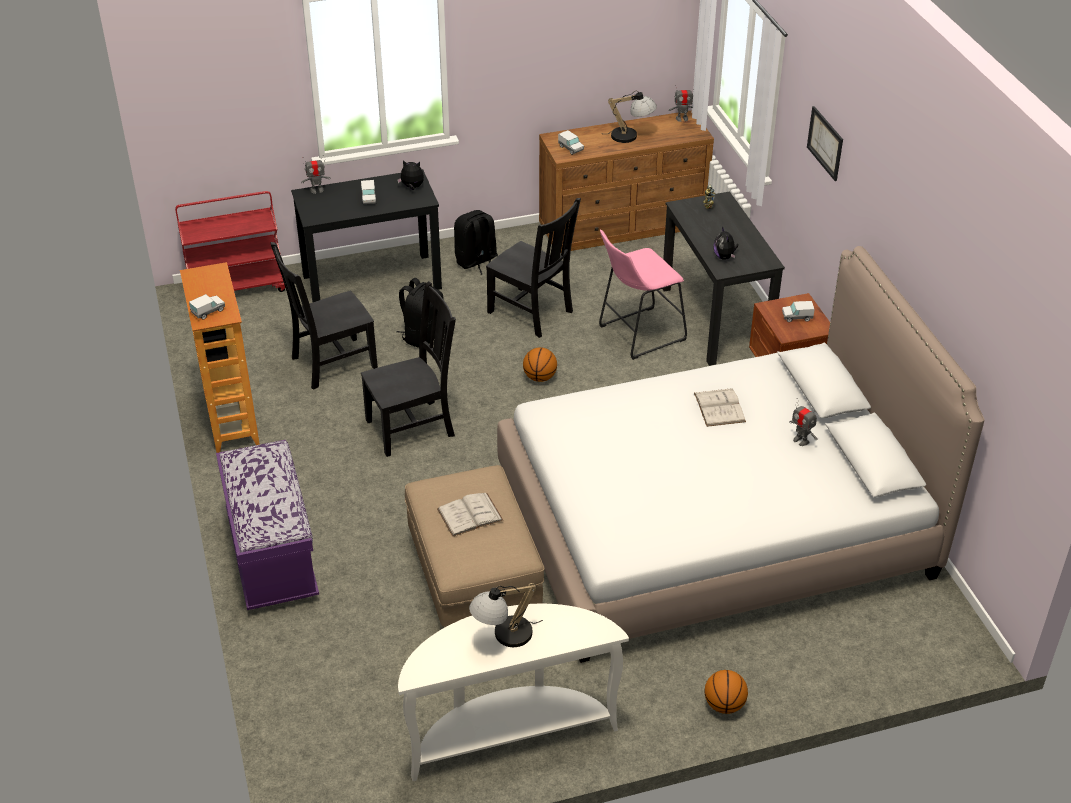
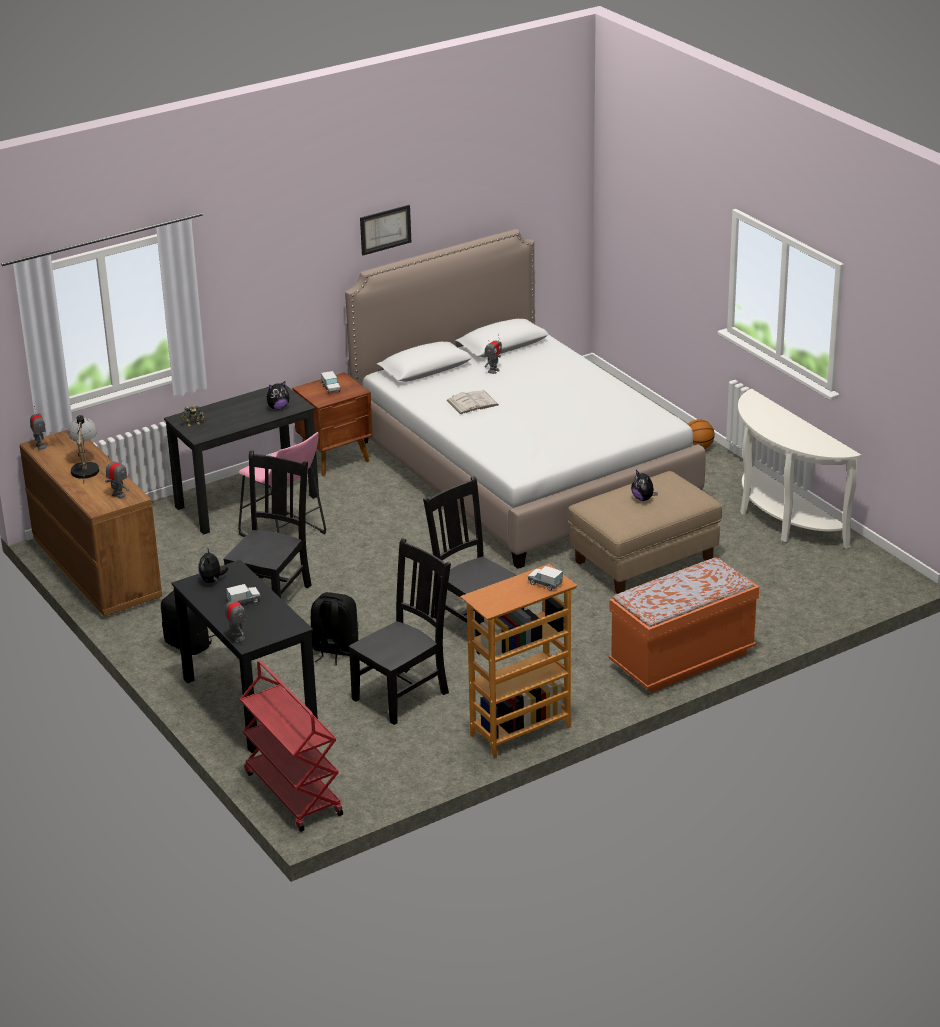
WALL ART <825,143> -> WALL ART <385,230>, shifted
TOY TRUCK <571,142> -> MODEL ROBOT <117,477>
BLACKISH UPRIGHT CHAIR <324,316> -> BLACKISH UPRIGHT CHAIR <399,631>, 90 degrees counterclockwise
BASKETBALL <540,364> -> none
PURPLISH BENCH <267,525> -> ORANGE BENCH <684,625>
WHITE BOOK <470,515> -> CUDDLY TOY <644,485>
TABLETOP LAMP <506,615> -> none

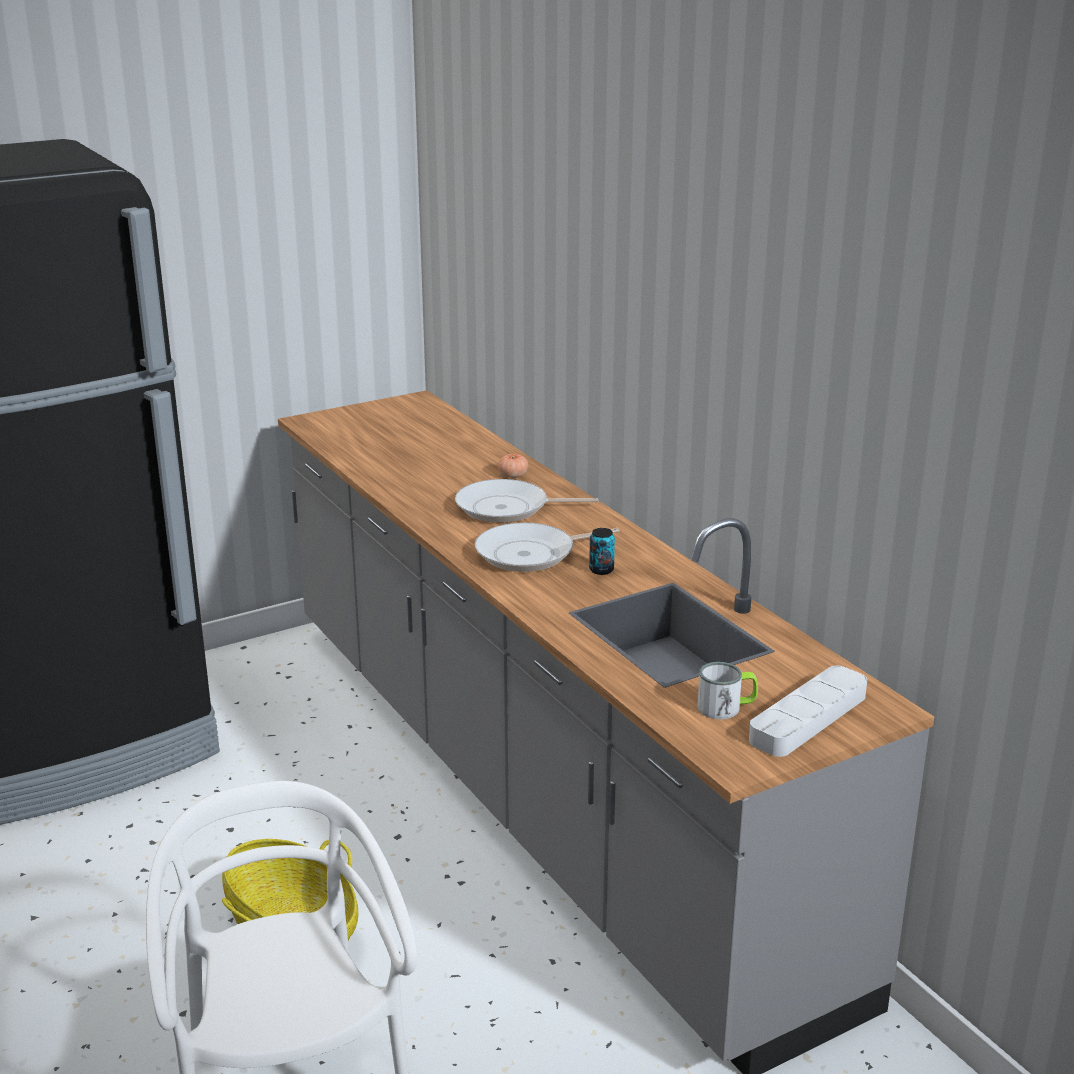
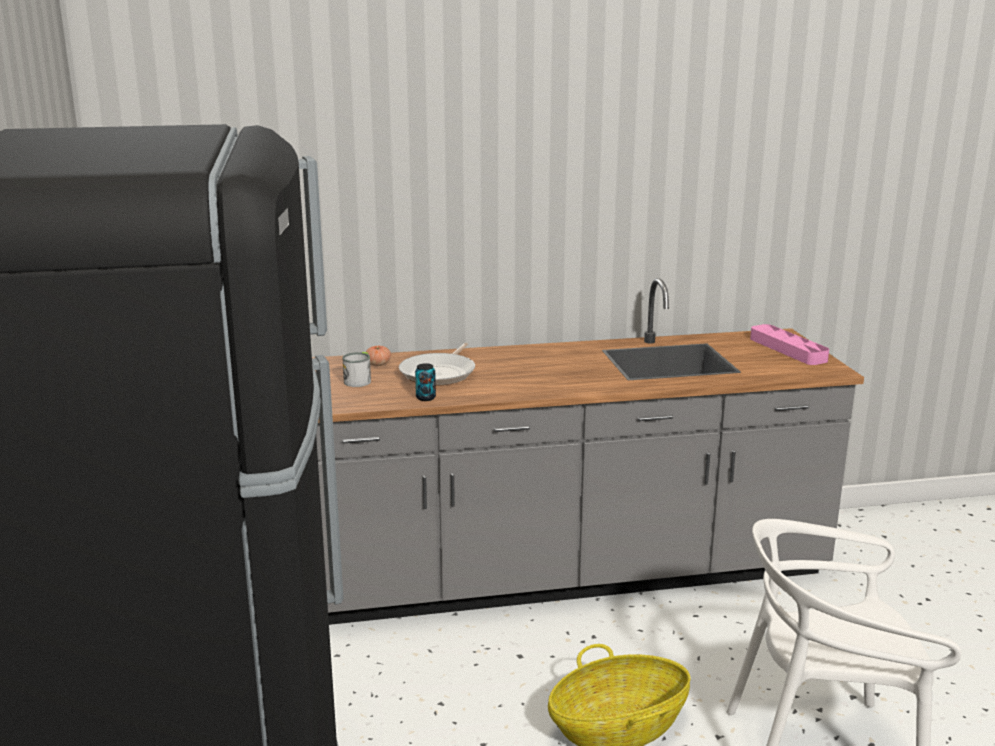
FRYING PAN <547,547> -> none
CAN <602,551> -> CAN <425,382>, shifted
COFFEE MUG <727,690> -> COFFEE MUG <356,369>, shifted
GREYISH CARRYING TRAY <808,711> -> PINK-COLOURED CARRYING TRAY <789,344>

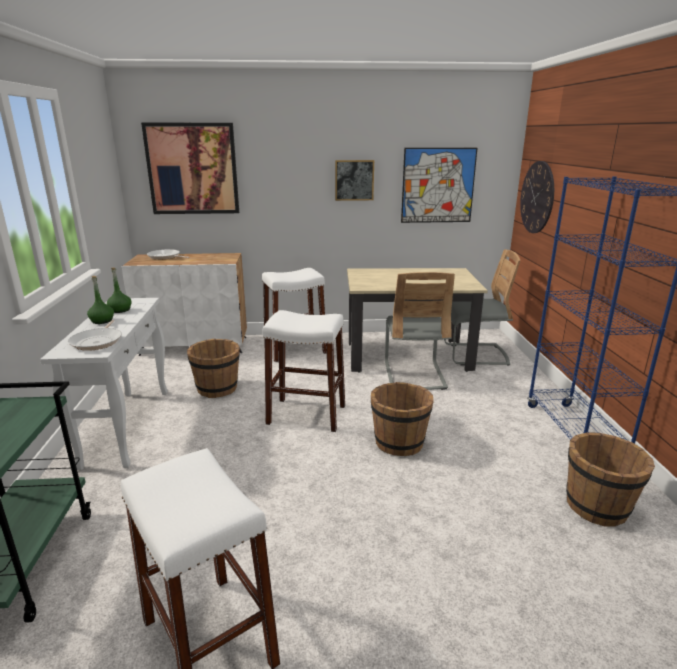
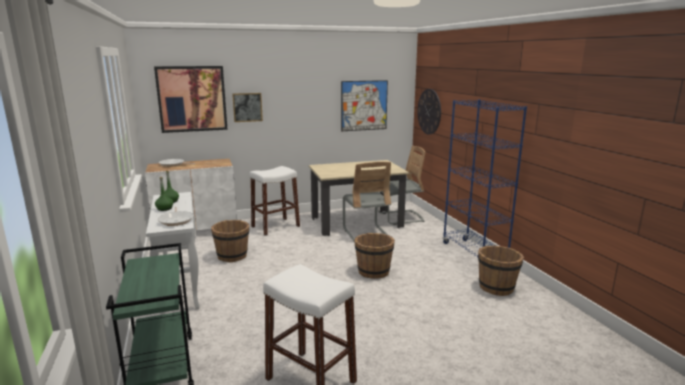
WALL ART <354,180> -> WALL ART <247,107>, shifted
WHITE STOOL SEAT <303,371> -> none

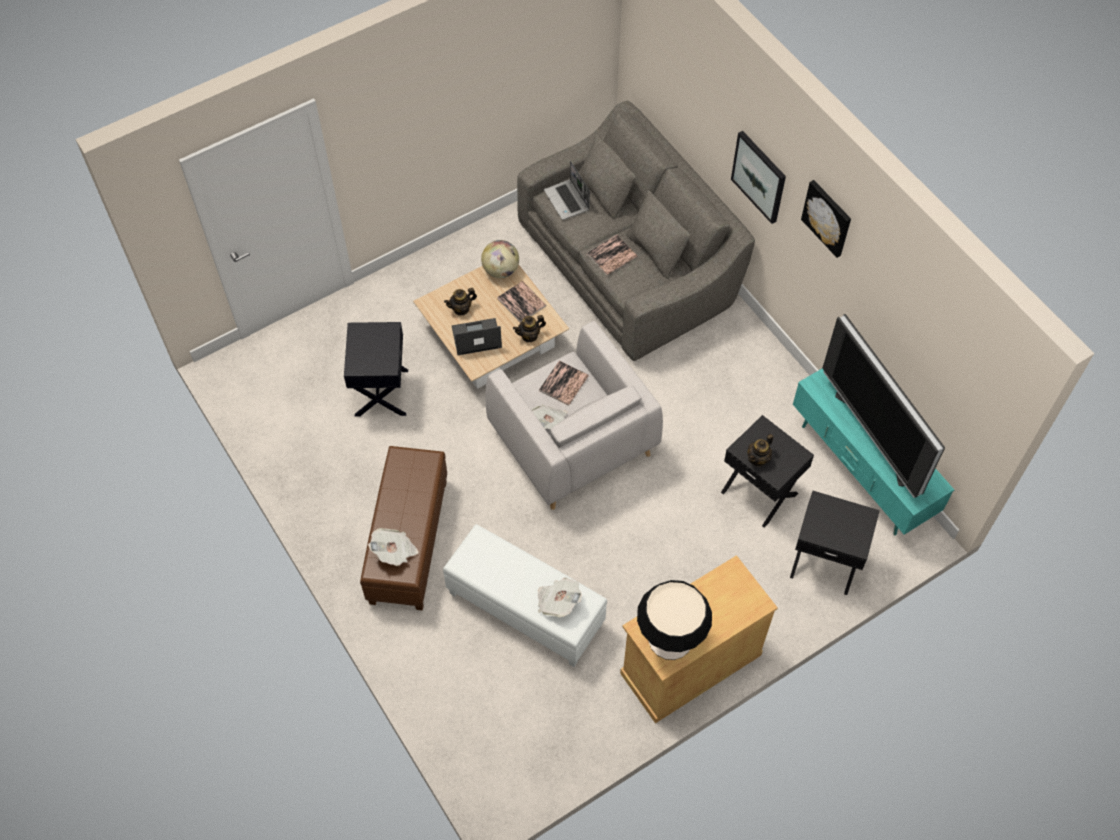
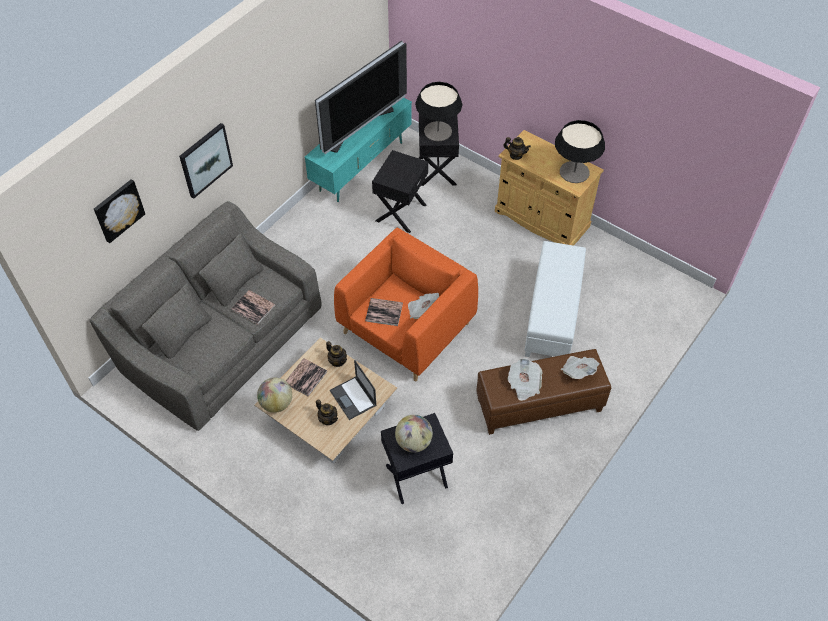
PORTABLE COMPUTER <567,190> -> none
WALL ART <826,219> -> WALL ART <119,211>, shifted
GREYISH LOUNGE CHAIR <574,415> -> ORANGE LOUNGE CHAIR <406,304>
TEAPOT <760,450> -> TEAPOT <517,148>, shifted
DAILY PAPER <560,597> -> DAILY PAPER <525,379>, shifted
none -> TABLETOP LAMP <438,111>
none -> GLOBE <414,434>

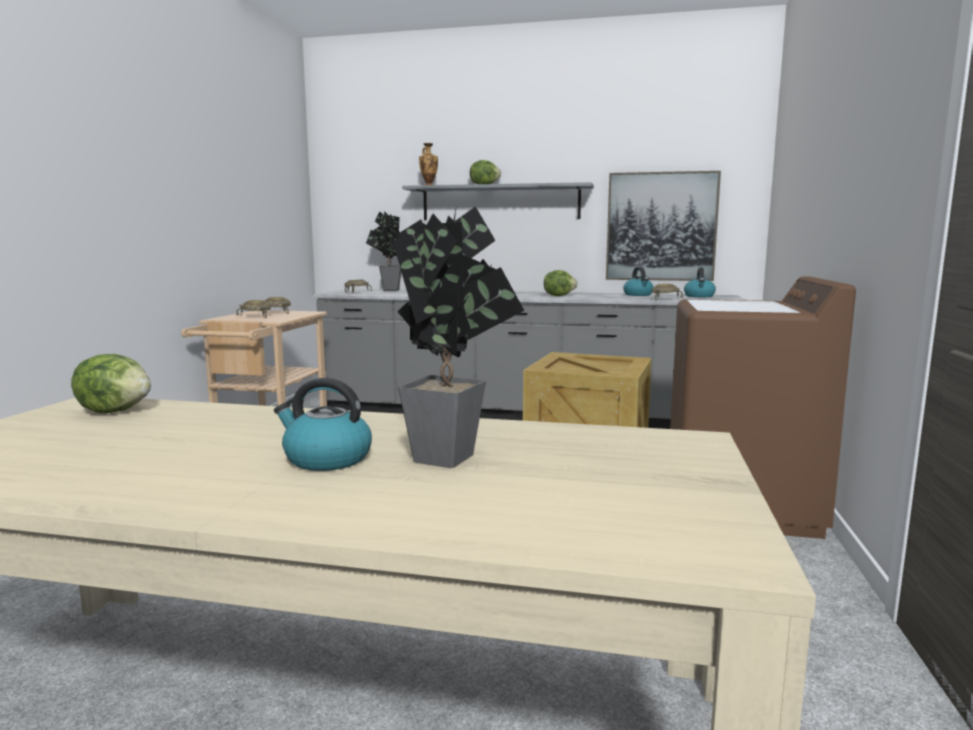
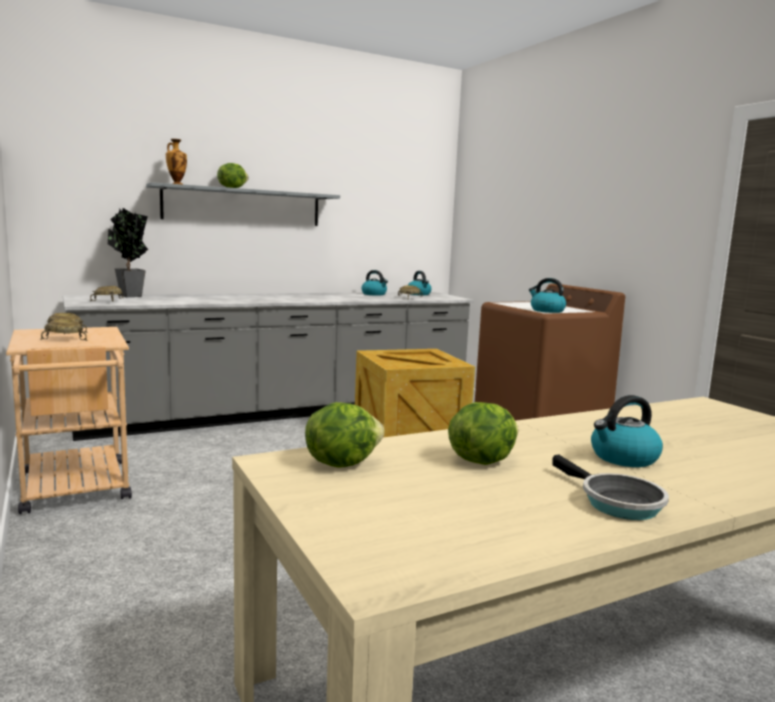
WALL ART <663,226> -> none
PLANT IN A POT <459,336> -> none
HEAD OF LETTUCE <561,283> -> HEAD OF LETTUCE <483,433>, shifted
none -> TEA KETTLE <547,295>
none -> FRYING PAN <611,487>

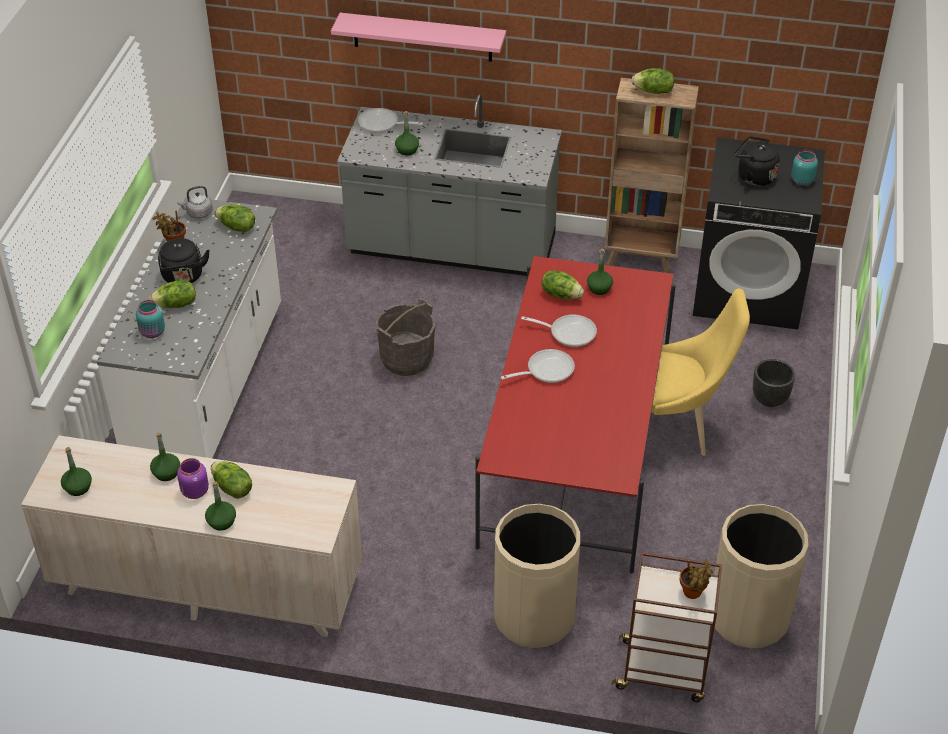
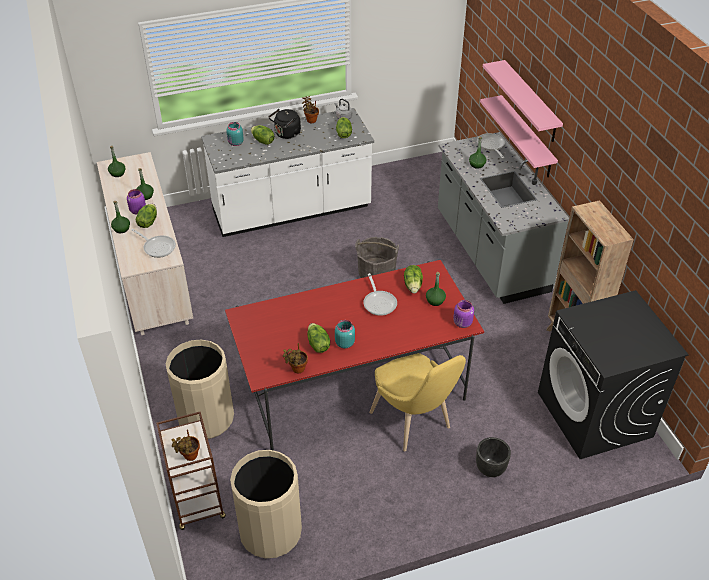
HEAD OF LETTUCE <652,81> -> HEAD OF LETTUCE <318,338>, shifted
BLACKISH TEA KETTLE <757,161> -> none
TURQUOISE STORAGE JAR <804,167> -> TURQUOISE STORAGE JAR <345,334>, shifted
FRYING PAN <538,366> -> FRYING PAN <154,243>, shifted
none -> PINK-COLOURED WALL SHELF <519,136>
none -> PURPLISH STORAGE JAR <463,314>
none -> PLANT IN A POT <295,358>

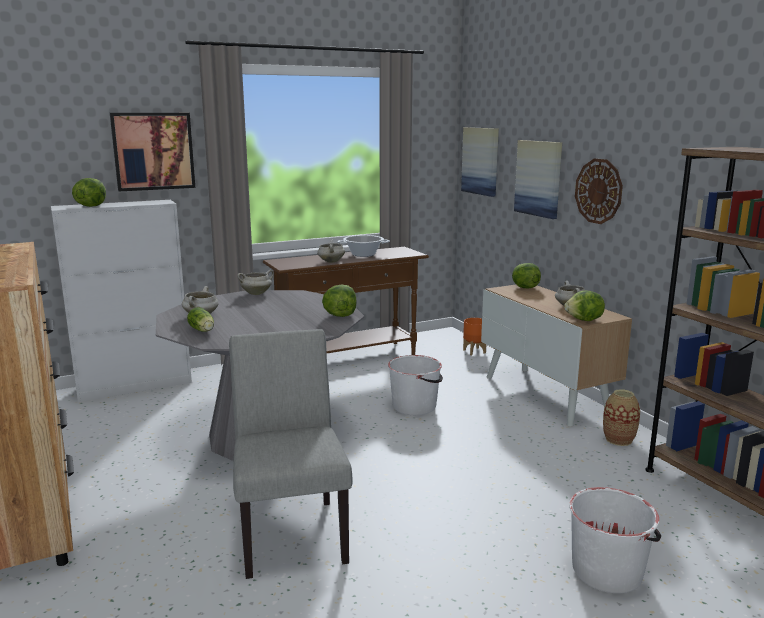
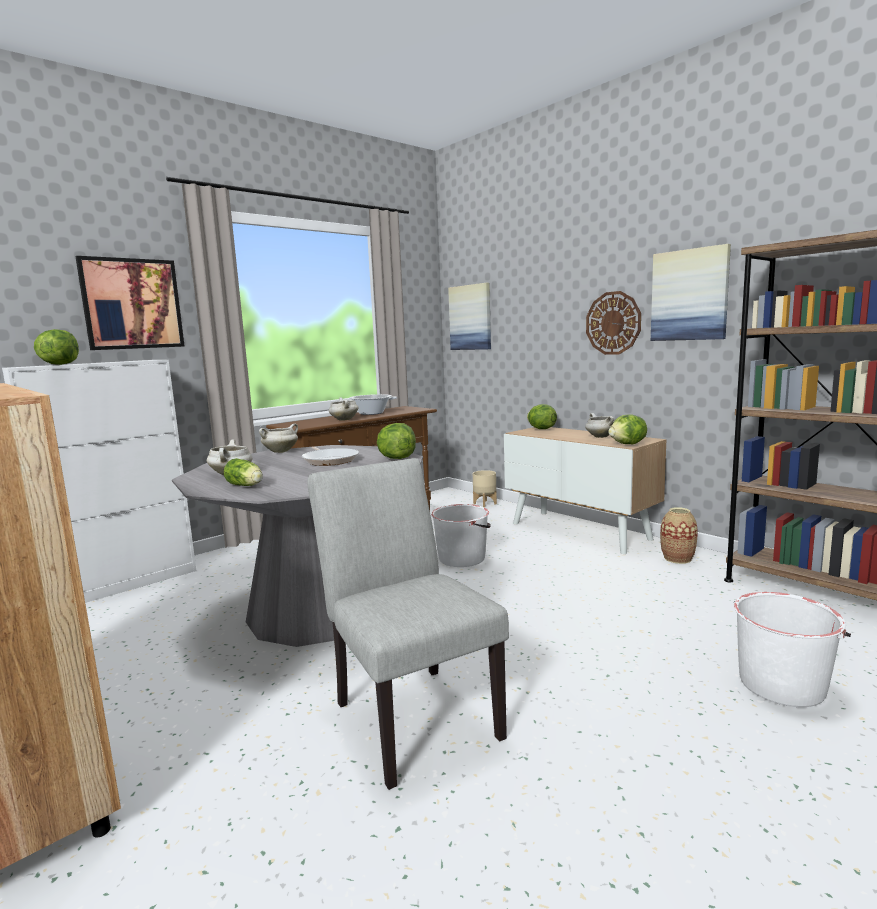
WALL ART <538,179> -> WALL ART <691,292>, shifted
ORANGE PLANT POT <474,336> -> BEIGE PLANT POT <485,489>
none -> FRYING PAN <330,456>

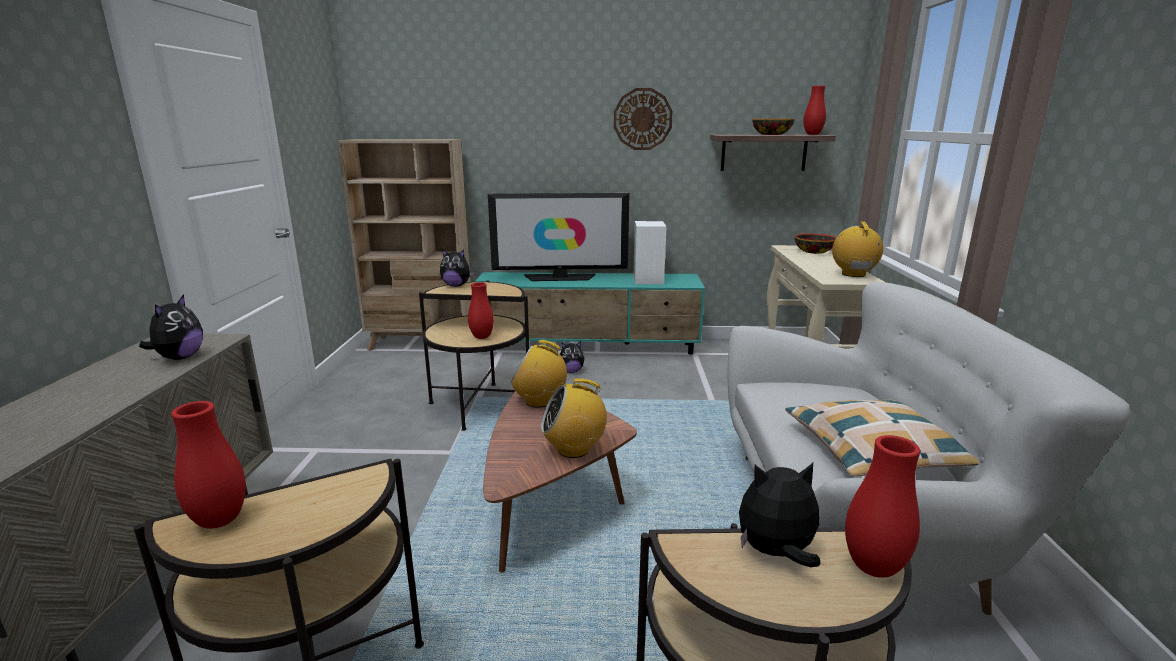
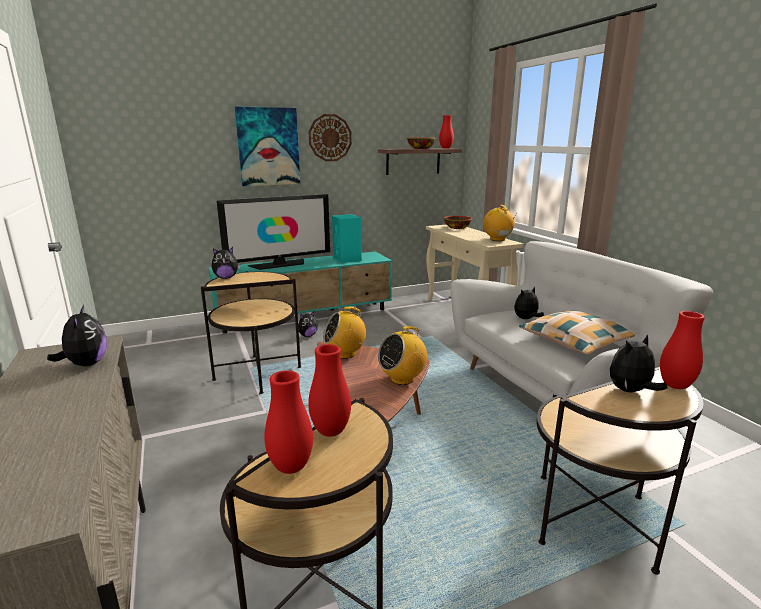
BEIGE BOOKCASE <404,245> -> none
WHITE SPEAKER <650,252> -> TURQUOISE SPEAKER <347,238>
RED VASE <481,310> -> RED VASE <329,390>, shifted
none -> WALL ART <268,146>
none -> CUDDLY TOY <529,302>

